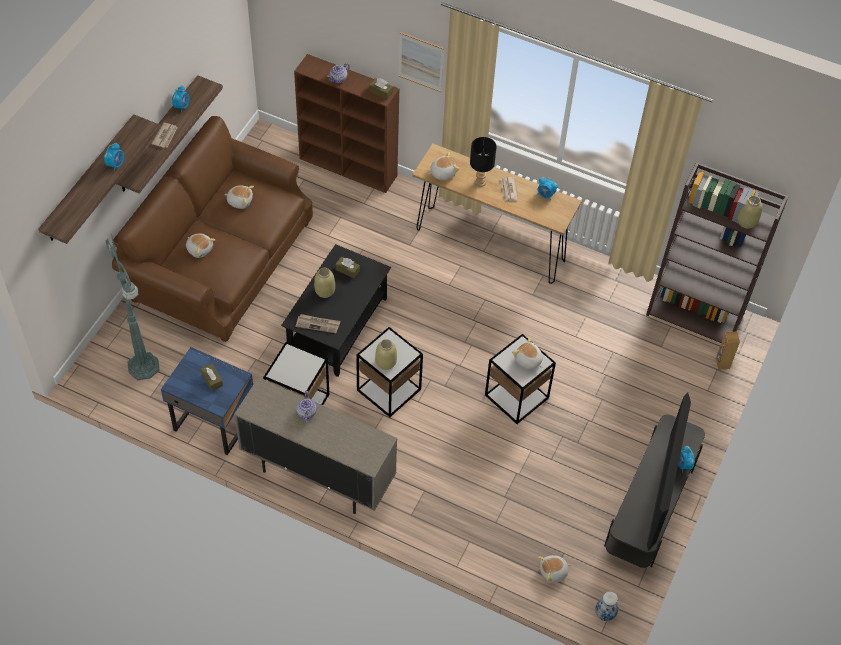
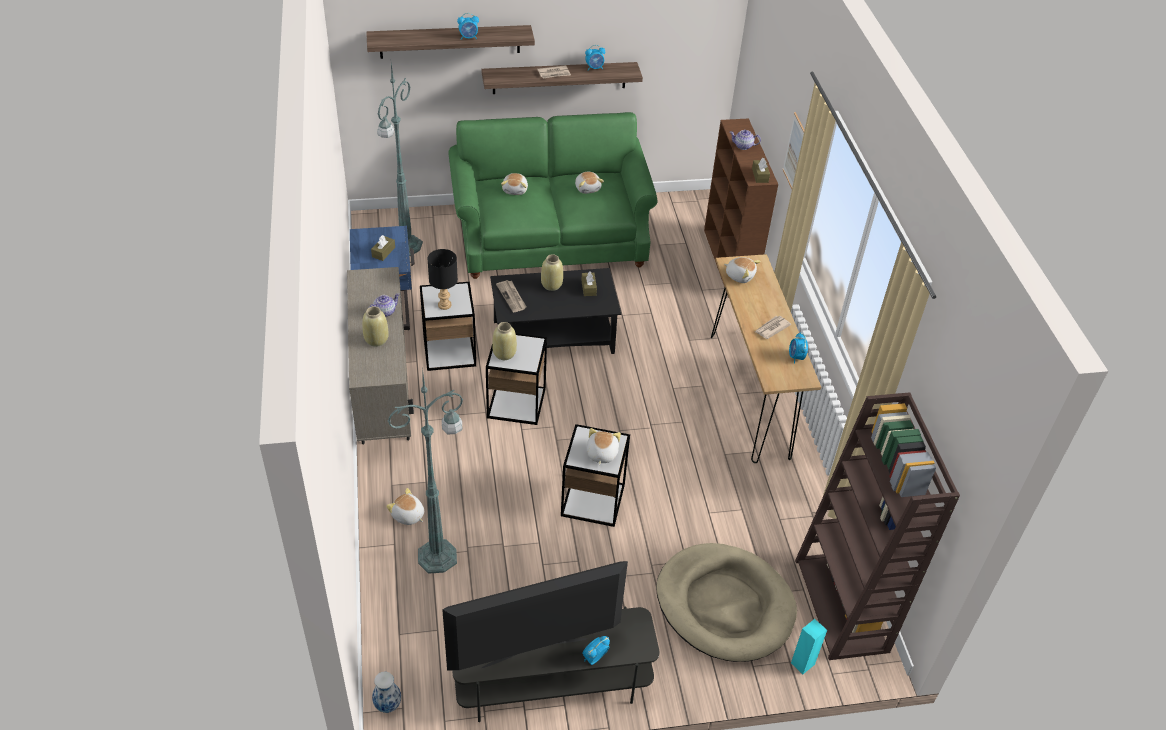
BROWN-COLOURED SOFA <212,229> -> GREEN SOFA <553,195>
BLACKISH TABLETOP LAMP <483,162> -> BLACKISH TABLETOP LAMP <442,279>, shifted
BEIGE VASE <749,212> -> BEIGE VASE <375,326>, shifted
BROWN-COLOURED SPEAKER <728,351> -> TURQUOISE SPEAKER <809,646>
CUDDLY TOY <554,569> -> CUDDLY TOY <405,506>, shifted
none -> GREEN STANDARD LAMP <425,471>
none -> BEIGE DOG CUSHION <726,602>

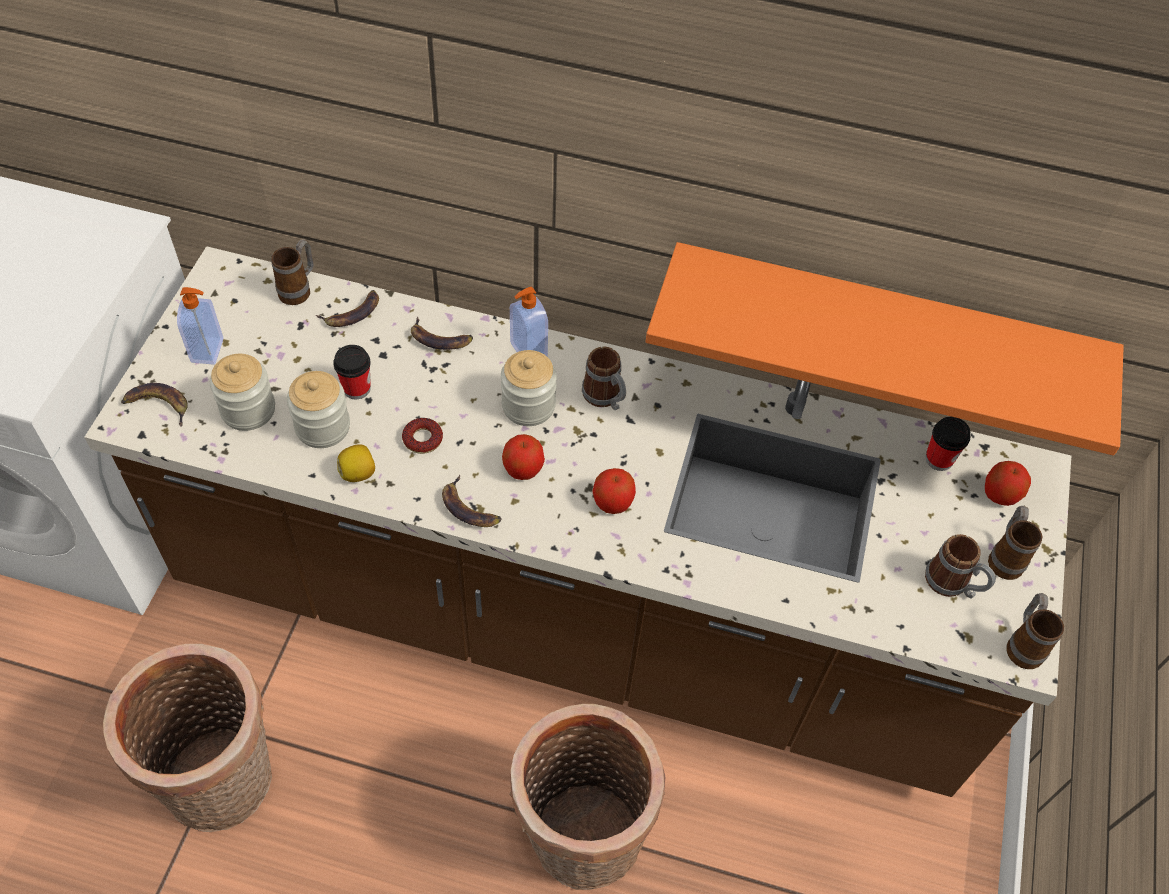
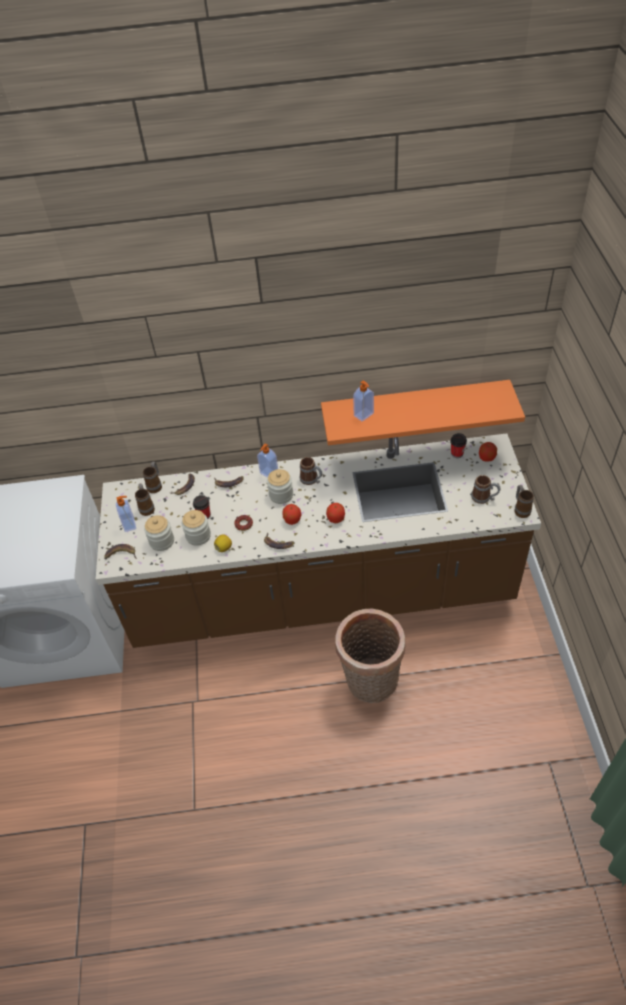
COFFEE MUG <1015,543> -> COFFEE MUG <145,500>, shifted
STORAGE BASKET <187,738> -> none
none -> LIQUID SOAP BOTTLE <363,401>

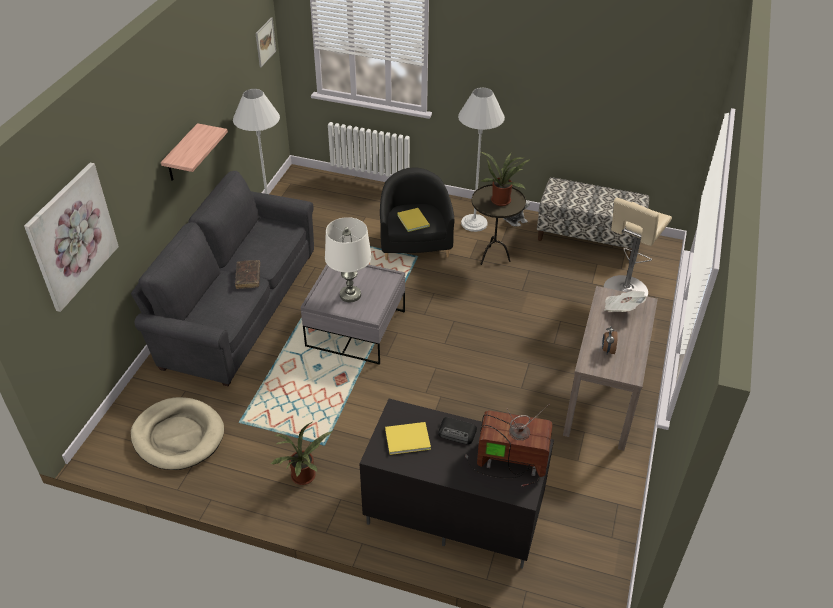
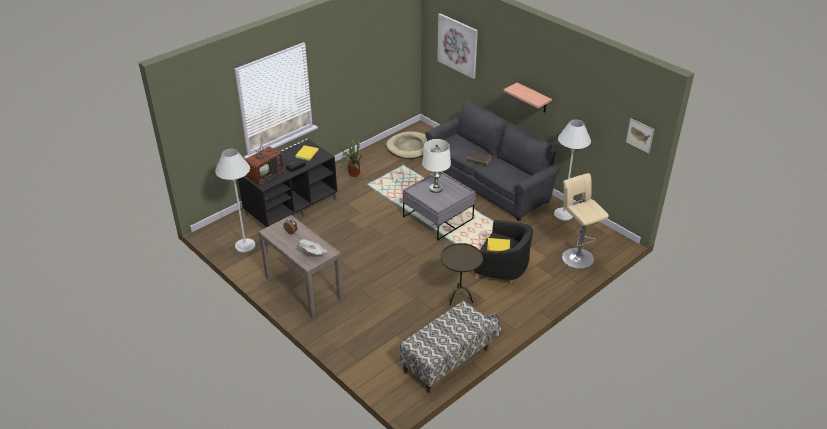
WHITE STANDARD LAMP <481,159> -> WHITE STANDARD LAMP <235,201>, shifted
PLANT IN A POT <505,179> -> none
BEIGE STOOL SEAT <638,247> -> BEIGE STOOL SEAT <585,221>, shifted

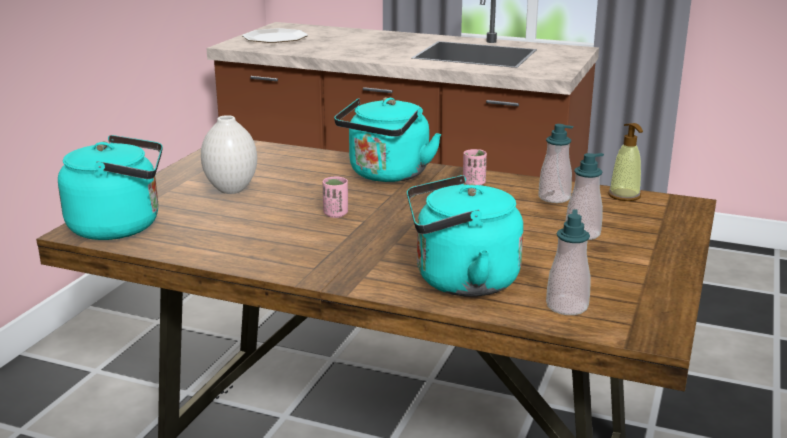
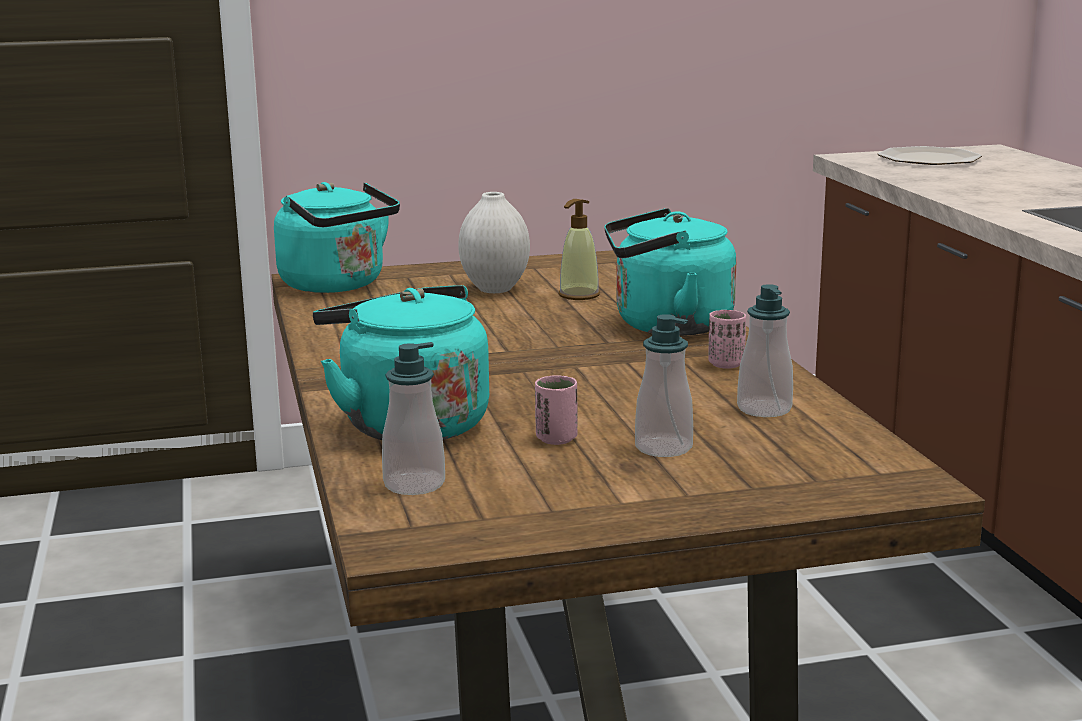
LIQUID SOAP BOTTLE <625,162> -> LIQUID SOAP BOTTLE <579,249>, shifted
PINK-COLOURED DRINKING CUP <335,197> -> PINK-COLOURED DRINKING CUP <556,410>, shifted

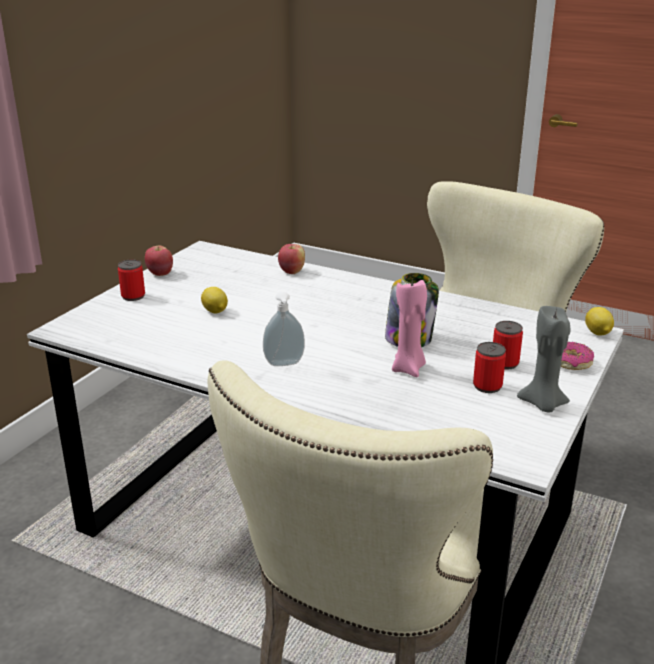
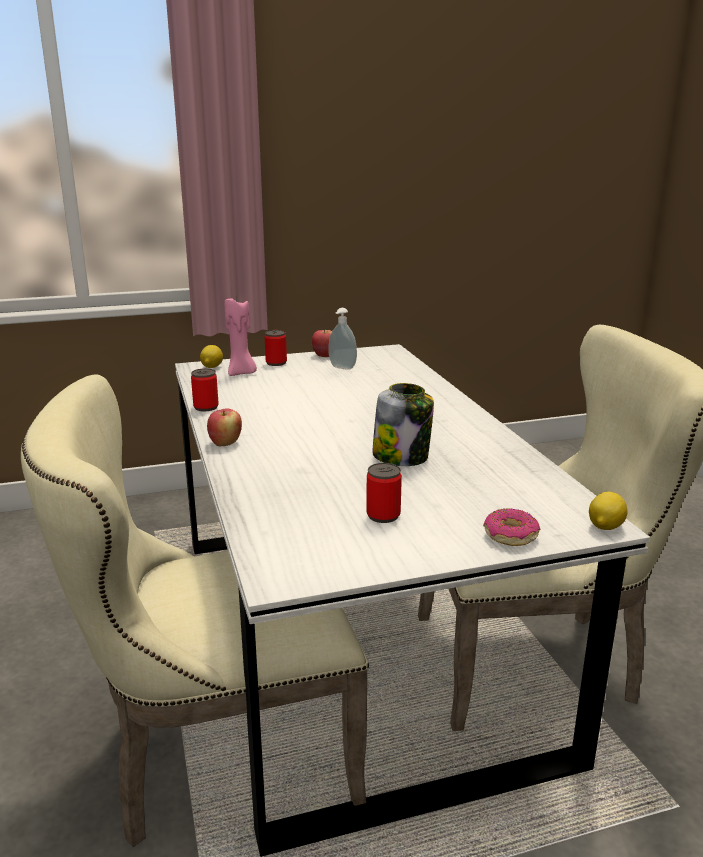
APPLE FRUIT <291,259> -> APPLE FRUIT <224,427>, shifted
PINK-COLOURED CANDLE <409,327> -> PINK-COLOURED CANDLE <241,336>, shifted
WHOLE LEMON <214,300> -> WHOLE LEMON <211,356>, shifted
LIQUID SOAP BOTTLE <284,329> -> LIQUID SOAP BOTTLE <342,339>, shifted
GREYISH CANDLE <543,359> -> none
CAN <508,345> -> CAN <205,389>, shifted

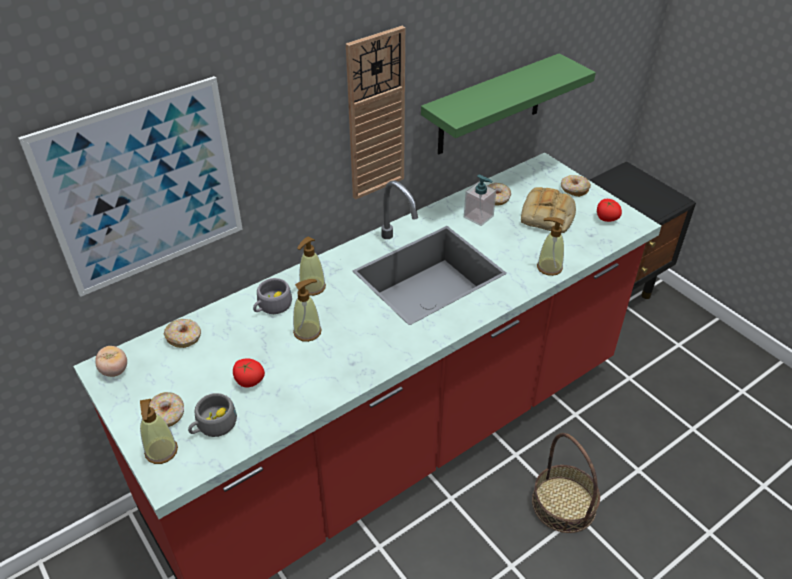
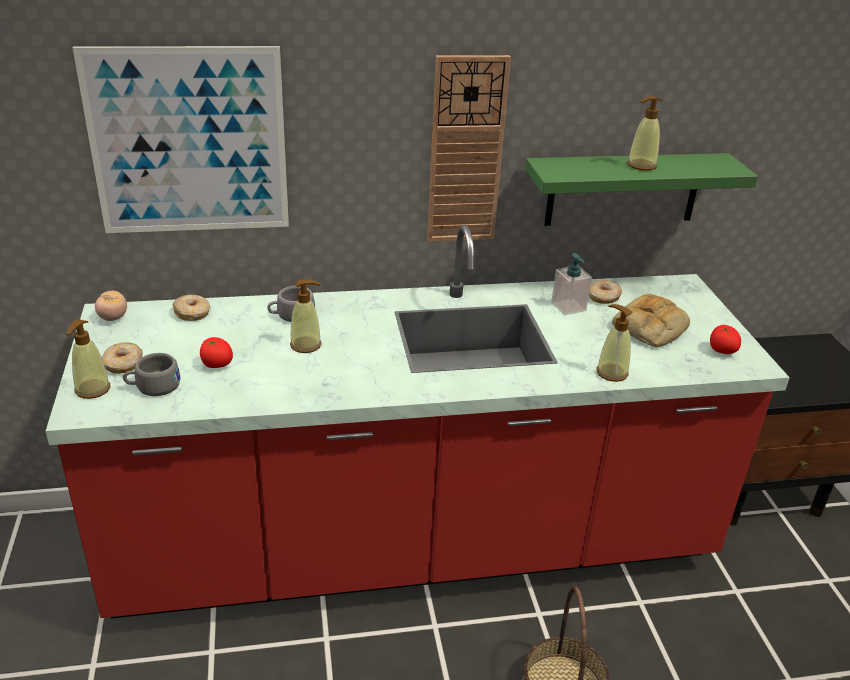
DONUT <576,186> -> none
LIQUID SOAP BOTTLE <311,266> -> LIQUID SOAP BOTTLE <644,133>, shifted

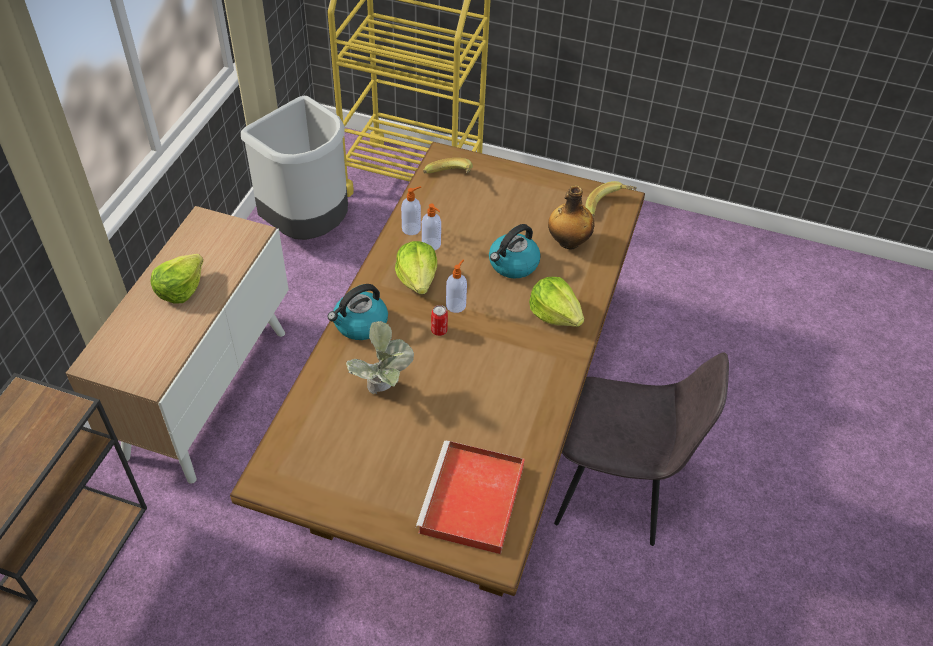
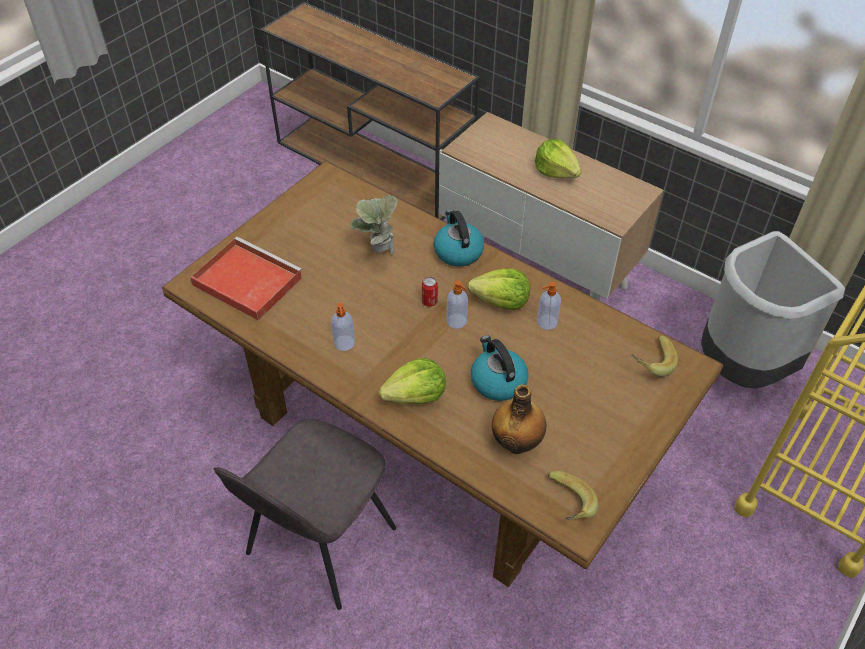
LIQUID SOAP BOTTLE <411,210> -> LIQUID SOAP BOTTLE <343,327>, shifted

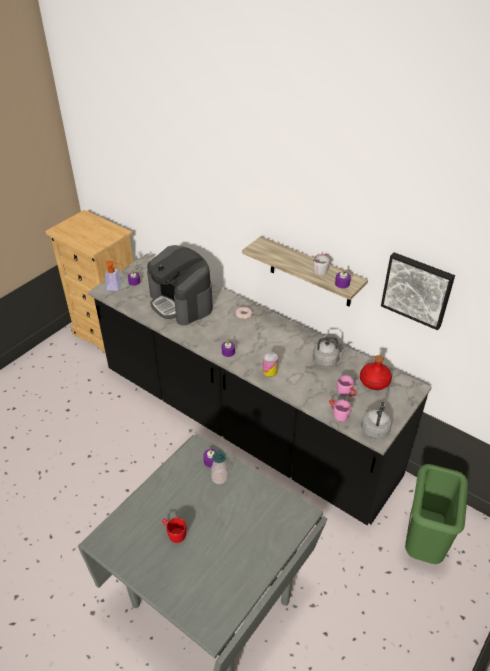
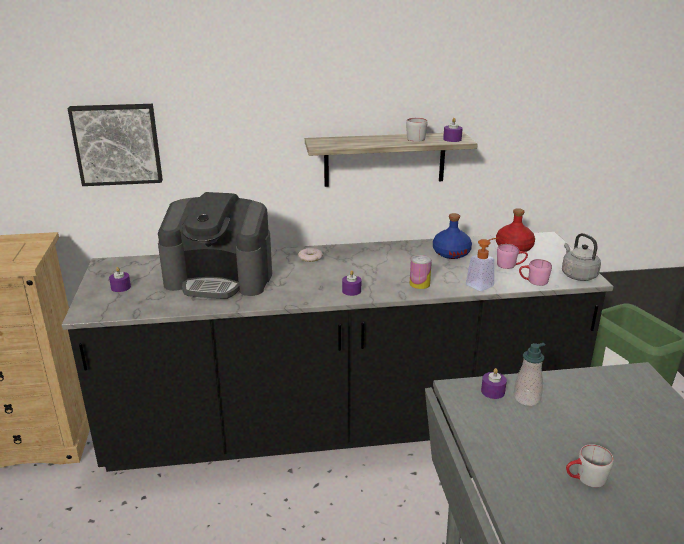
WALL ART <418,291> -> WALL ART <115,145>, shifted
LIQUID SOAP BOTTLE <114,276> -> LIQUID SOAP BOTTLE <482,264>, shifted
GREYISH TEA KETTLE <330,352> -> BLUISH DRINK BOTTLE <452,236>
RED COFFEE MUG <174,530> -> GREYISH COFFEE MUG <590,466>

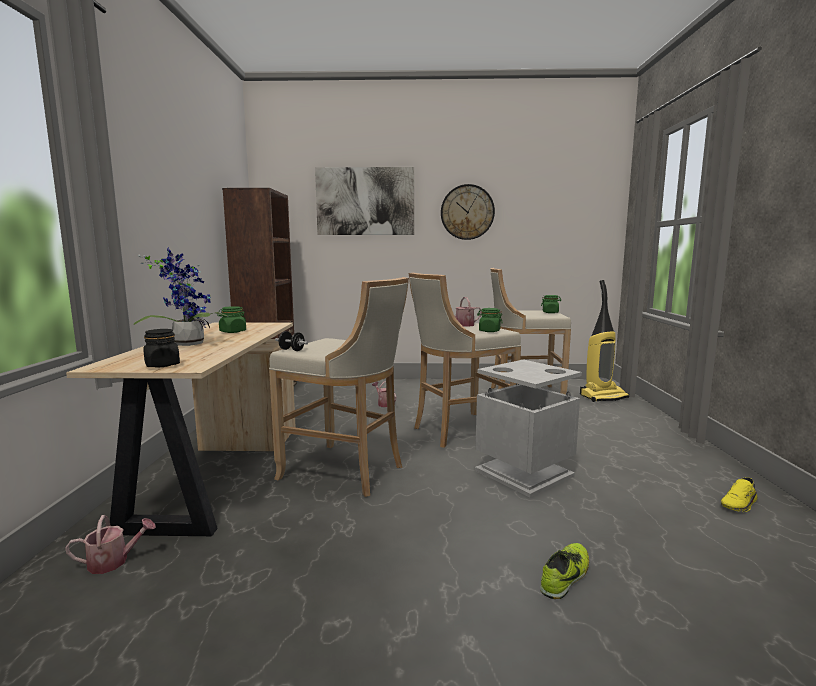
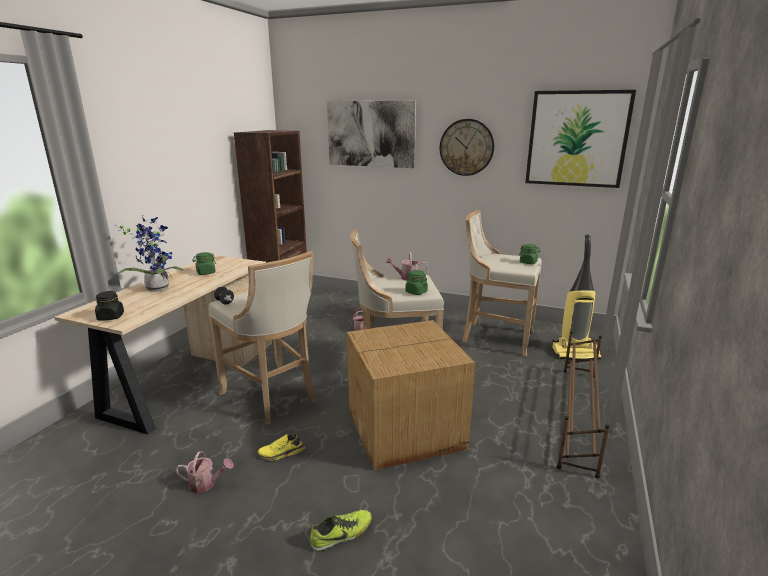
GREYISH WASTE BIN <528,428> -> CARTON <411,395>
YELLOW LOW SHOE <739,494> -> YELLOW LOW SHOE <281,447>, shifted
SPRINKLING CAN <110,544> -> SPRINKLING CAN <204,472>, shifted
none -> WALL ART <580,139>
none -> BROWN-COLOURED SHOE STAND <583,404>

